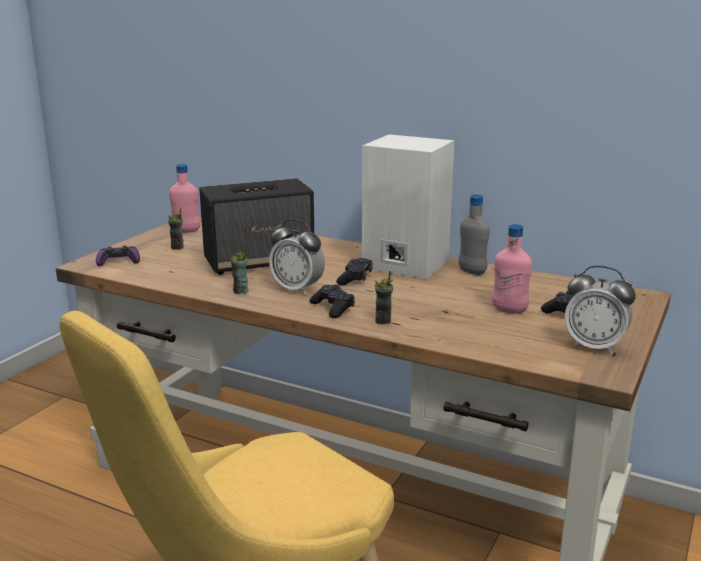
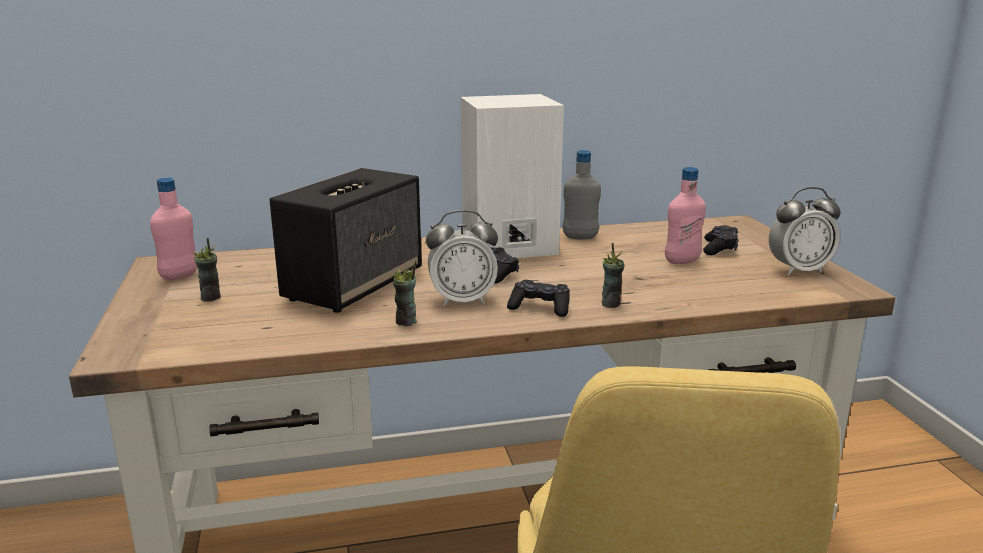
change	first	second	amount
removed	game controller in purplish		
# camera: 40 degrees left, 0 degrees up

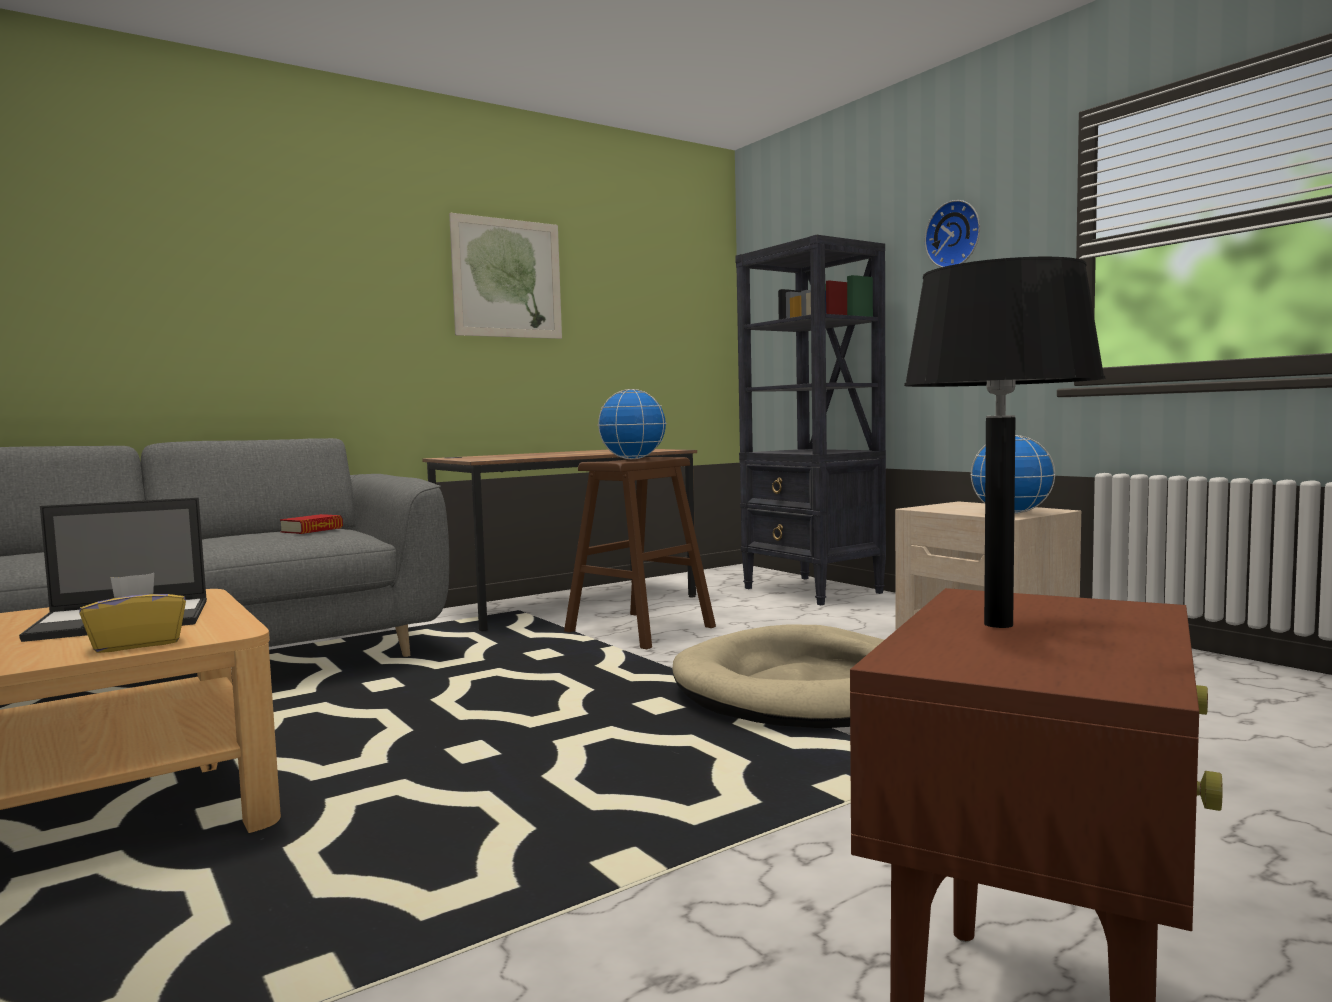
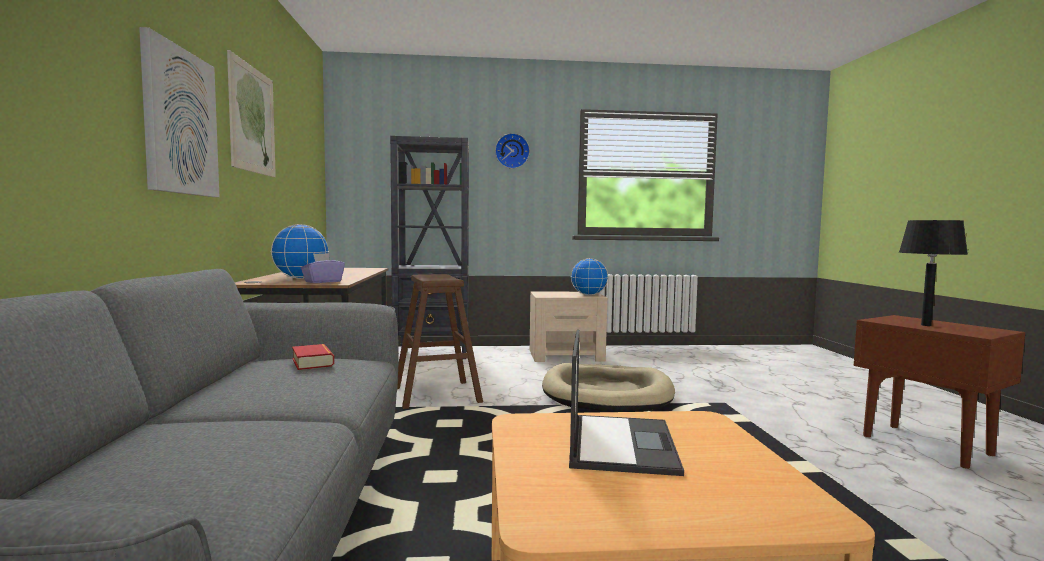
change	first	second	amount
added		picture (1st from left)	
moved	world globe (1st from left)		
added		box of tissues in purplish	
removed	box of tissues in yellowish		
# camera: 60 degrees left, 0 degrees up

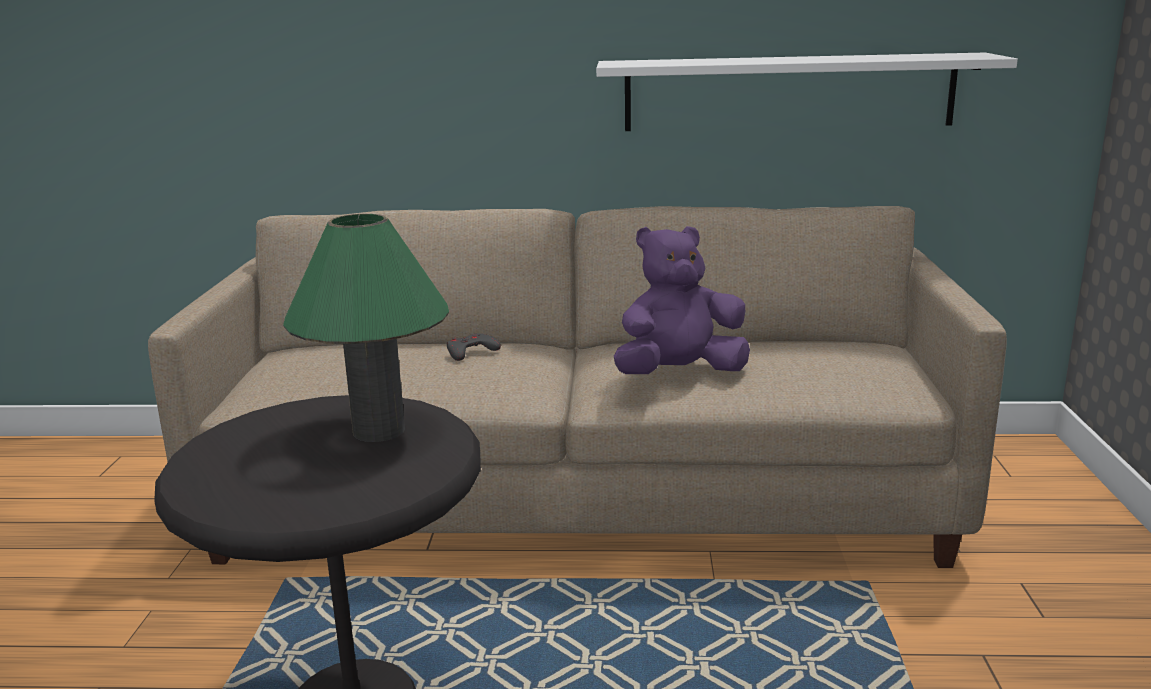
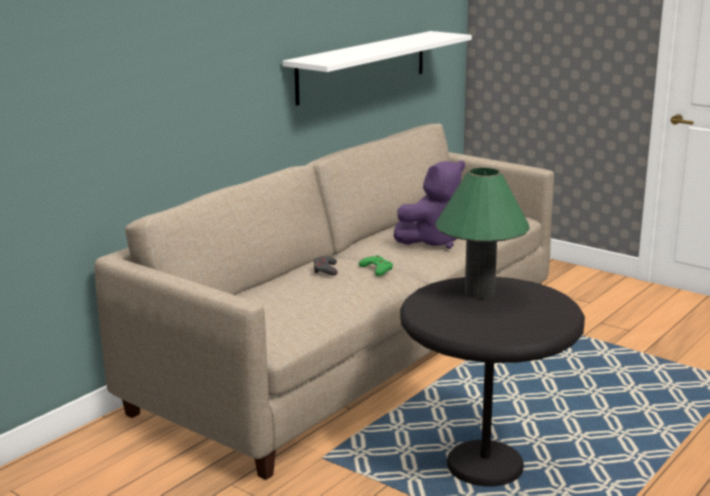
change	first	second	amount
added		game controller in green-coloured	
turned	soft toy in purplish		135 degrees counterclockwise
# camera: 55 degrees left, 0 degrees up

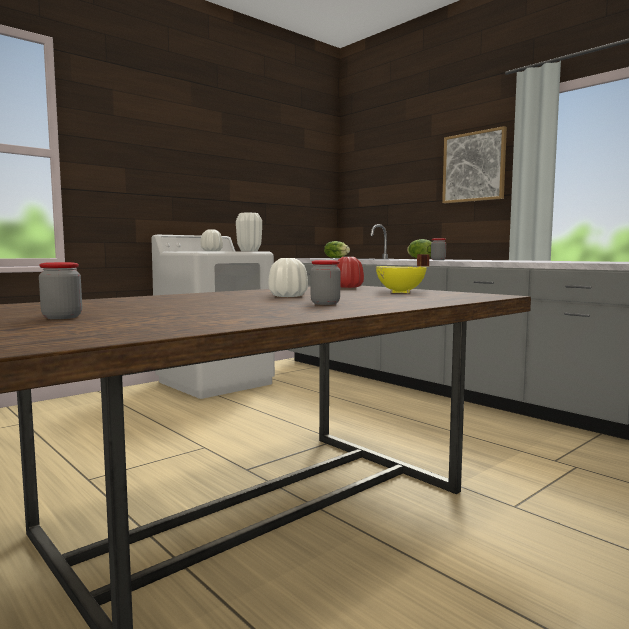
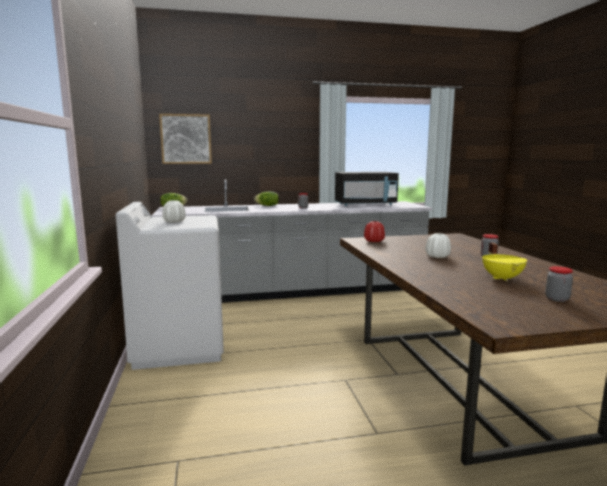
change	first	second	amount
moved	picture		
added		microwave oven in black-coloured	
moved	cooking pot in yellowish		
removed	flower vase in whitish (2nd from left)		
# camera: 60 degrees left, 5 degrees up

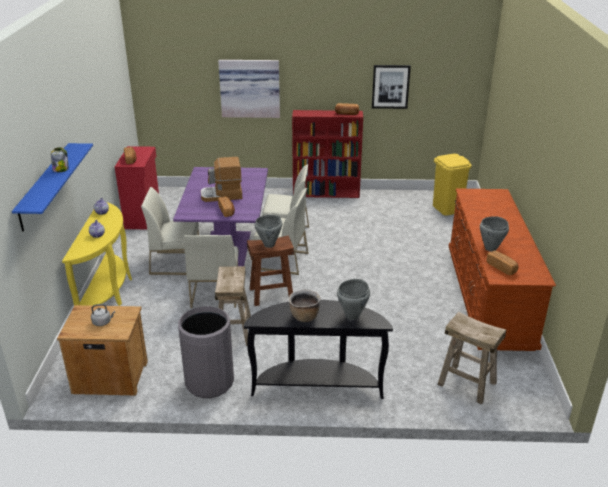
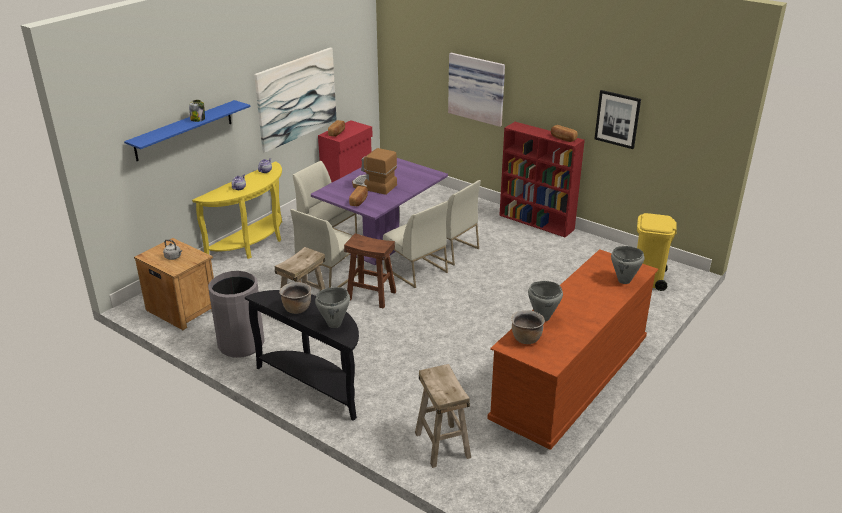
change	first	second	amount
added		picture (1st from left)	
replaced	bakery bread (4th from left)	cooking pot in brown (2nd from left)	
moved	cooking pot in greyish (1st from left in the first image)	cooking pot in greyish (3rd from left)	
# camera: 35 degrees right, 0 degrees up

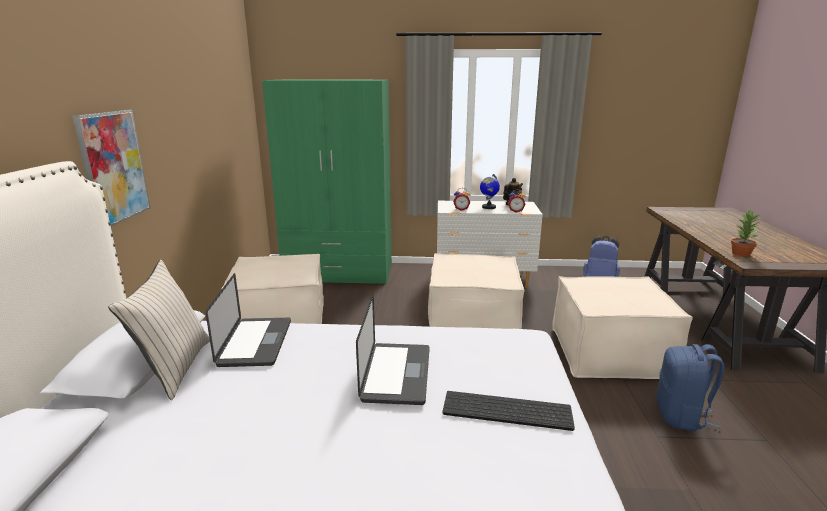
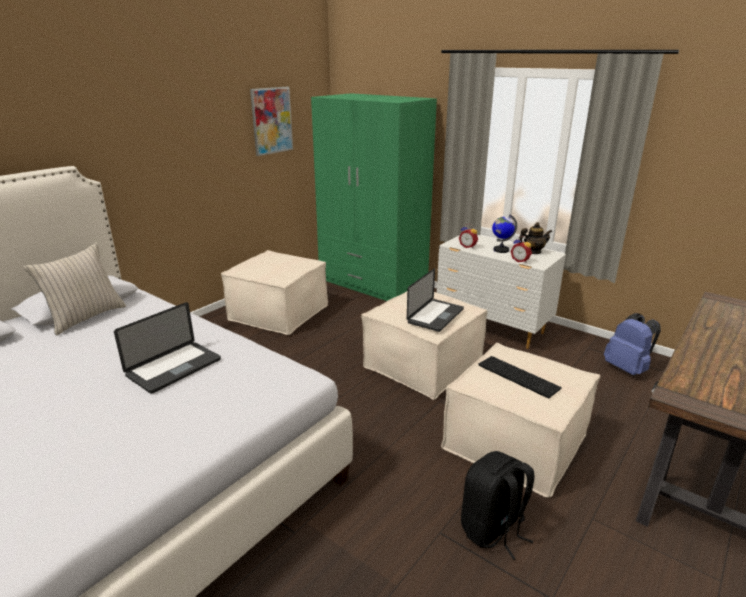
change	first	second	amount
moved	picture		
moved	laptop (1st from left in the first image)	laptop (2nd from left)	
recoloured	rucksack in blue (2nd from left)	rucksack in black-coloured	
moved	keyboard		
removed	houseplant		
# camera: 35 degrees right, 5 degrees up

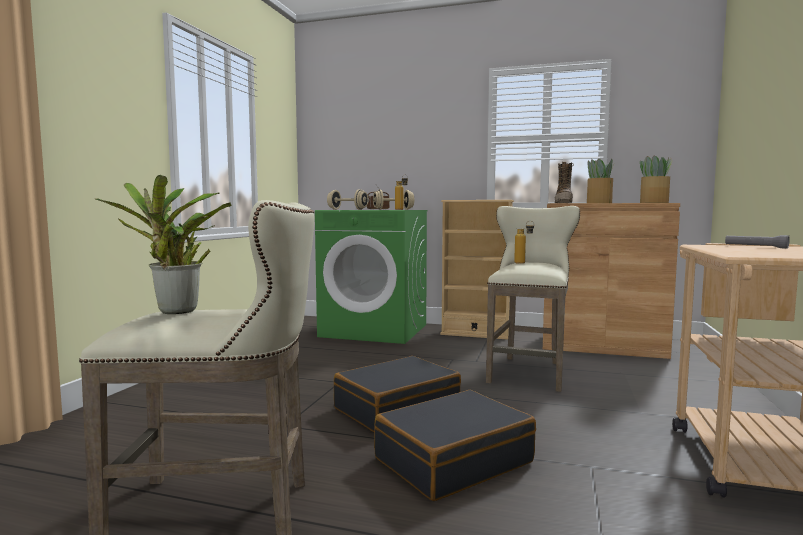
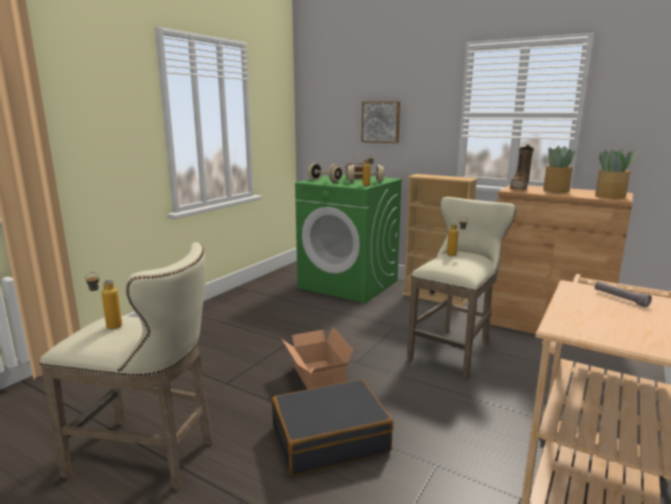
change	first	second	amount
replaced	houseplant (1st from left)	beverage bottle (1st from left)	
replaced	piece of luggage in black-coloured (1st from left)	carton	
added		picture	
# camera: 15 degrees right, 10 degrees up

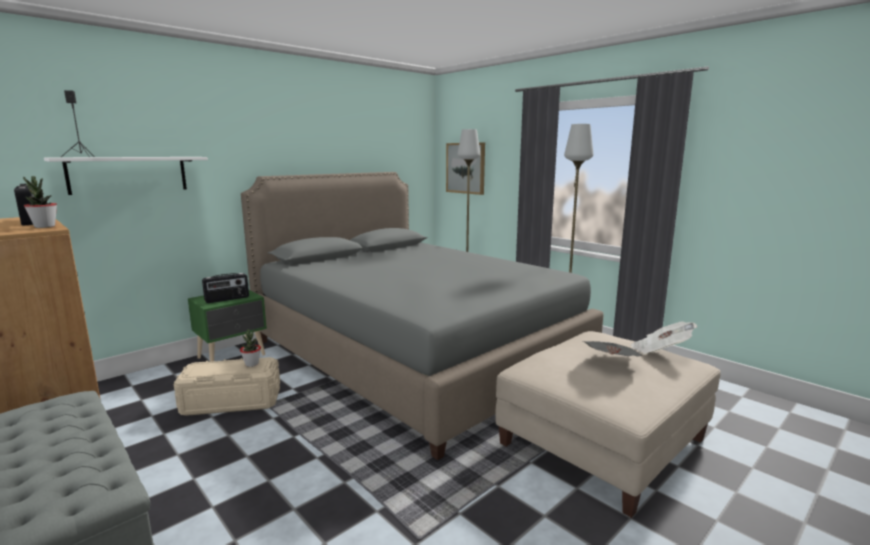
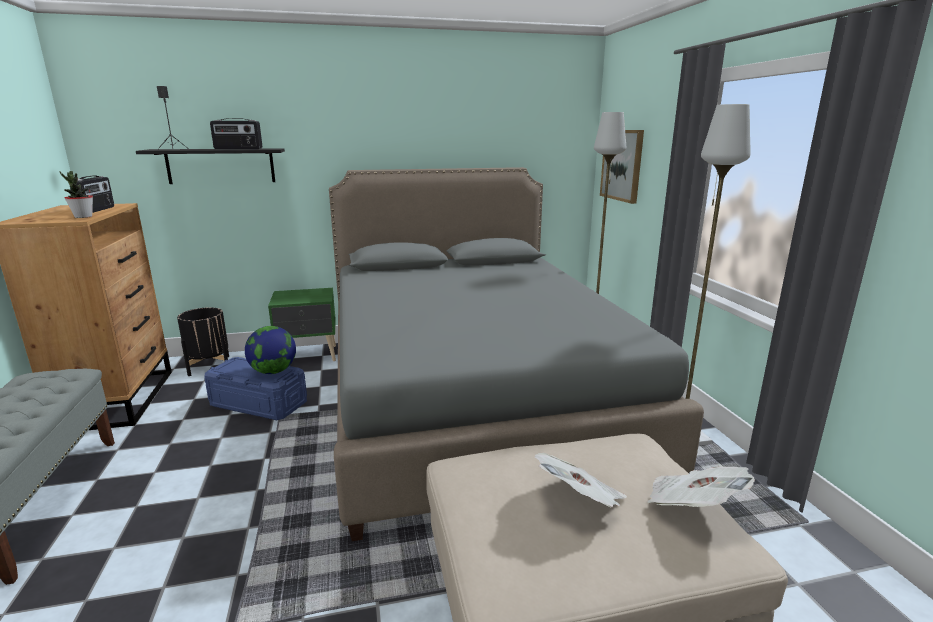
change	first	second	amount
recoloured	wall shelf in whitish	wall shelf in black-coloured	
added		planter in black-coloured	
recoloured	storage box in sand-coloured	storage box in blue	
moved	radio receiver (2nd from left)		
replaced	houseplant (2nd from left)	world globe	
# camera: 30 degrees right, 5 degrees up

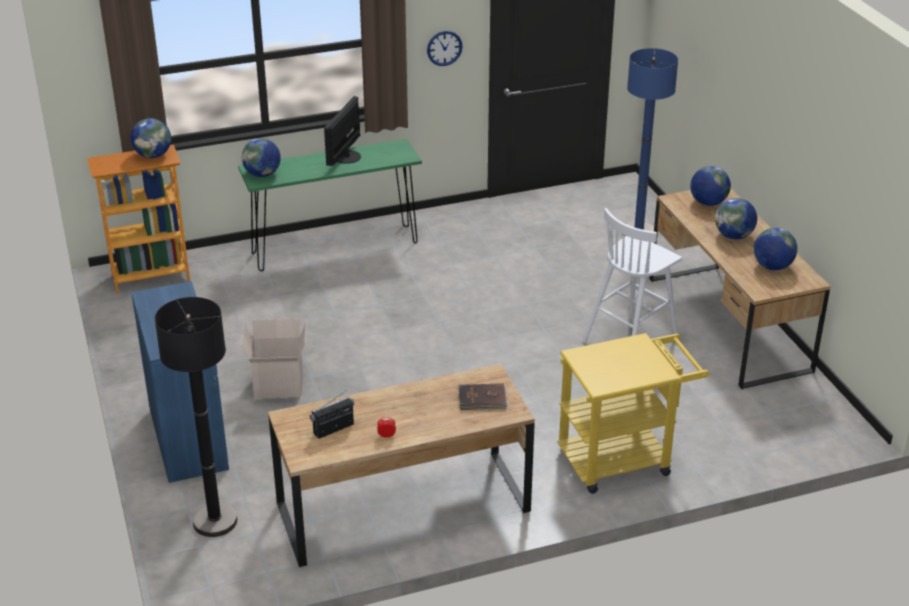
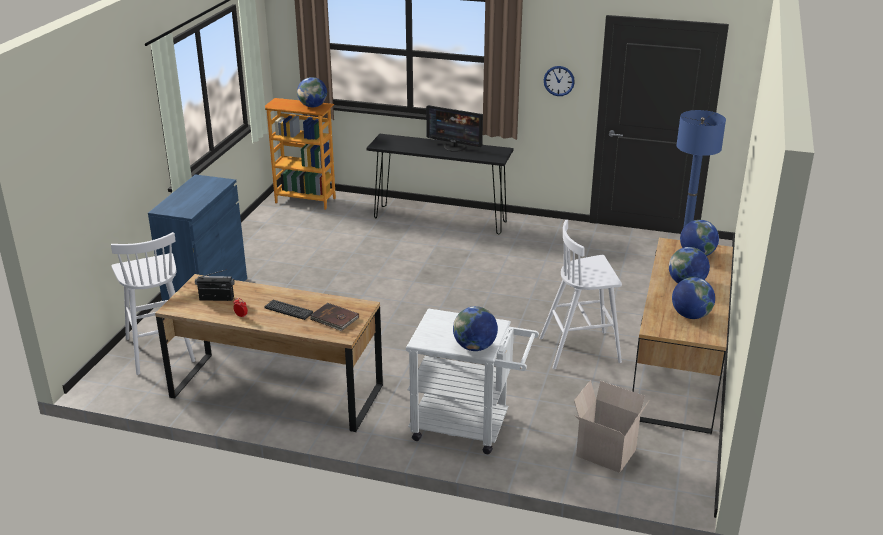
change	first	second	amount
replaced	standard lamp in black-coloured	sitting stool in whitish (1st from left)	
added		keyboard	
recoloured	hall table in green-coloured	hall table in black-coloured	
recoloured	cart in yellowish	cart in whitish	
turned	computer display		120 degrees counterclockwise
moved	world globe (2nd from left)		
moved	carton		
# camera: 35 degrees right, 5 degrees down

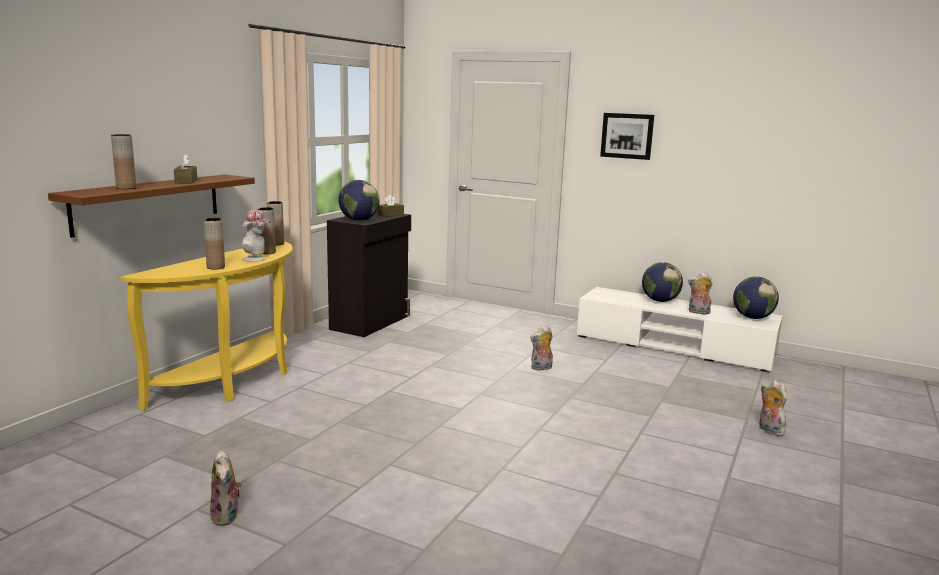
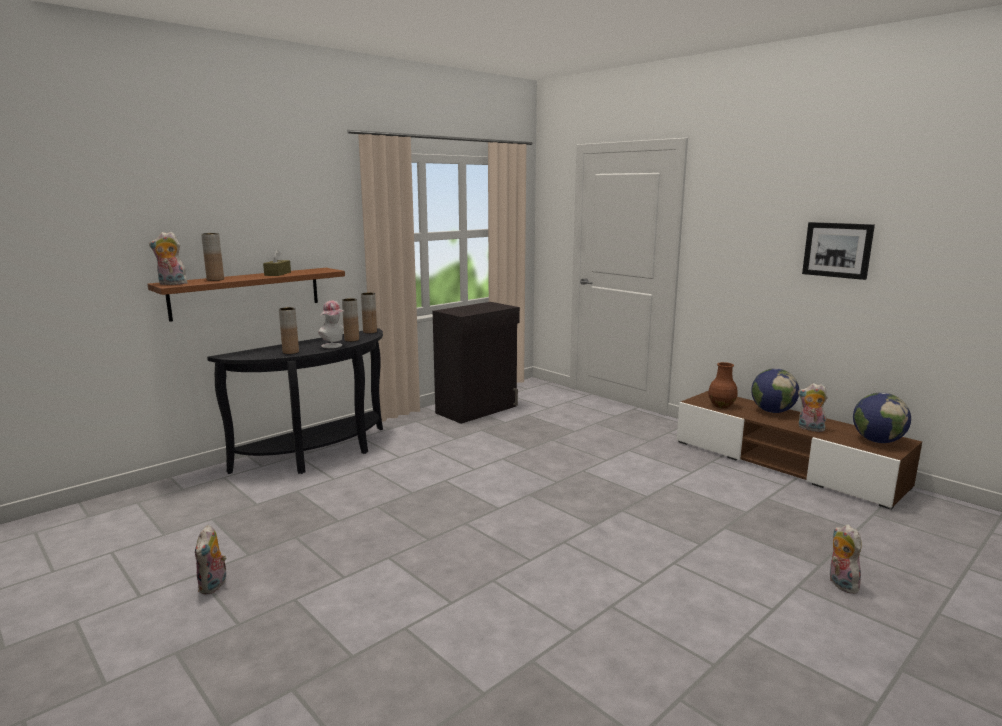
change	first	second	amount
moved	soft toy (2nd from left in the first image)	soft toy (1st from left)	
recoloured	hall table in yellowish	hall table in black-coloured	
recoloured	media console in whitish	media console in brown	
added		flower vase in brown (5th from left)	
moved	picture		
removed	world globe (1st from left)		
removed	box of tissues in brown (2nd from left)		
# camera: 20 degrees right, 0 degrees up

